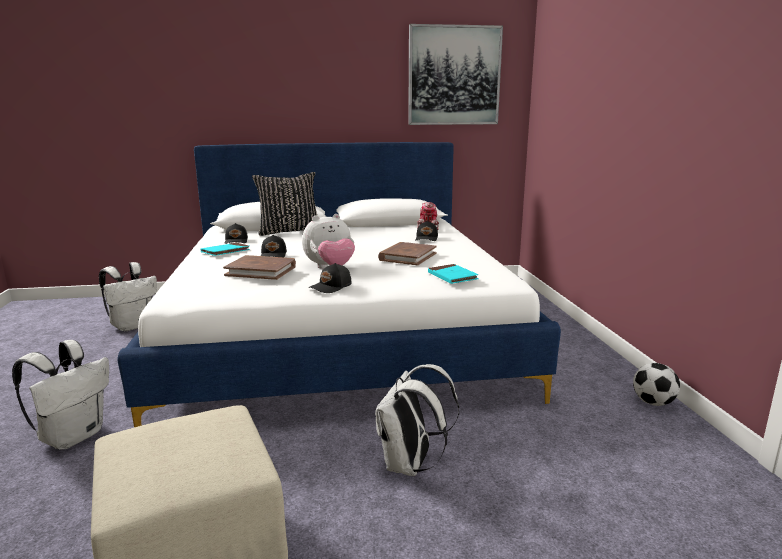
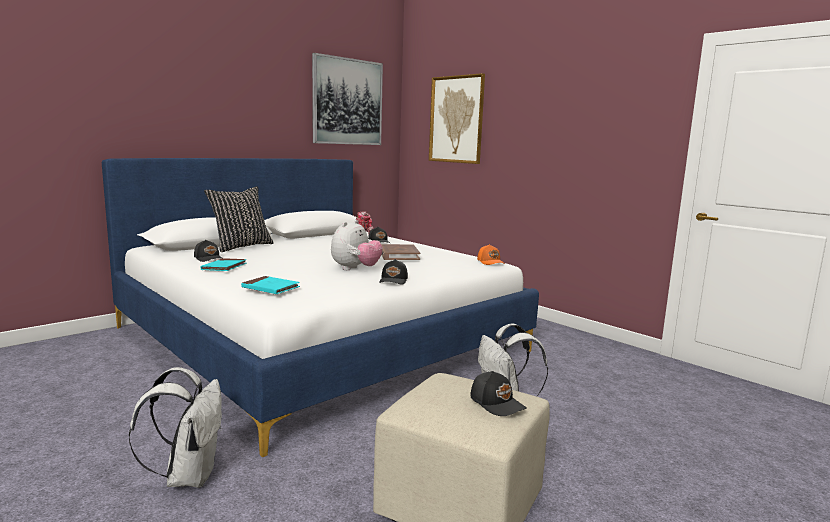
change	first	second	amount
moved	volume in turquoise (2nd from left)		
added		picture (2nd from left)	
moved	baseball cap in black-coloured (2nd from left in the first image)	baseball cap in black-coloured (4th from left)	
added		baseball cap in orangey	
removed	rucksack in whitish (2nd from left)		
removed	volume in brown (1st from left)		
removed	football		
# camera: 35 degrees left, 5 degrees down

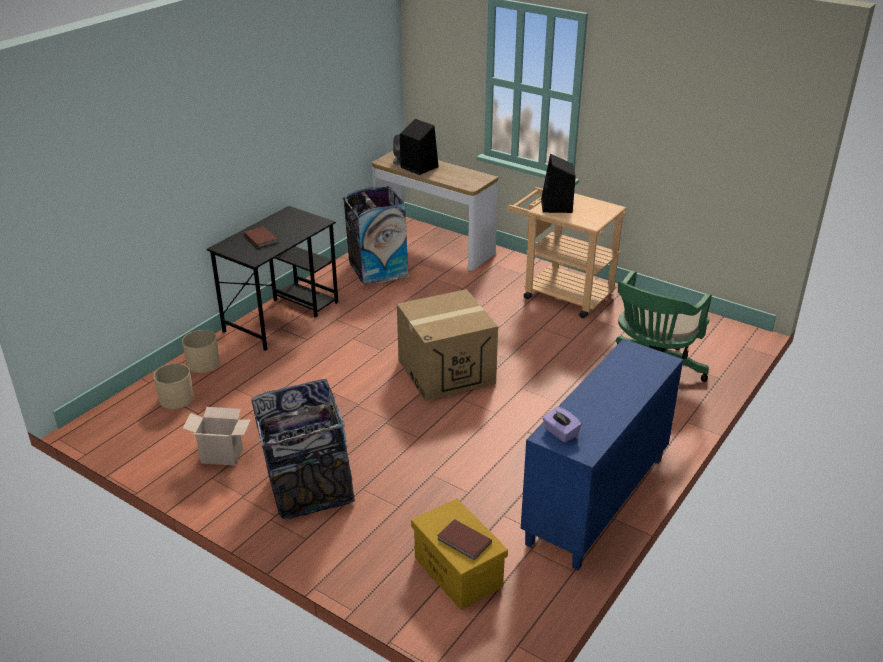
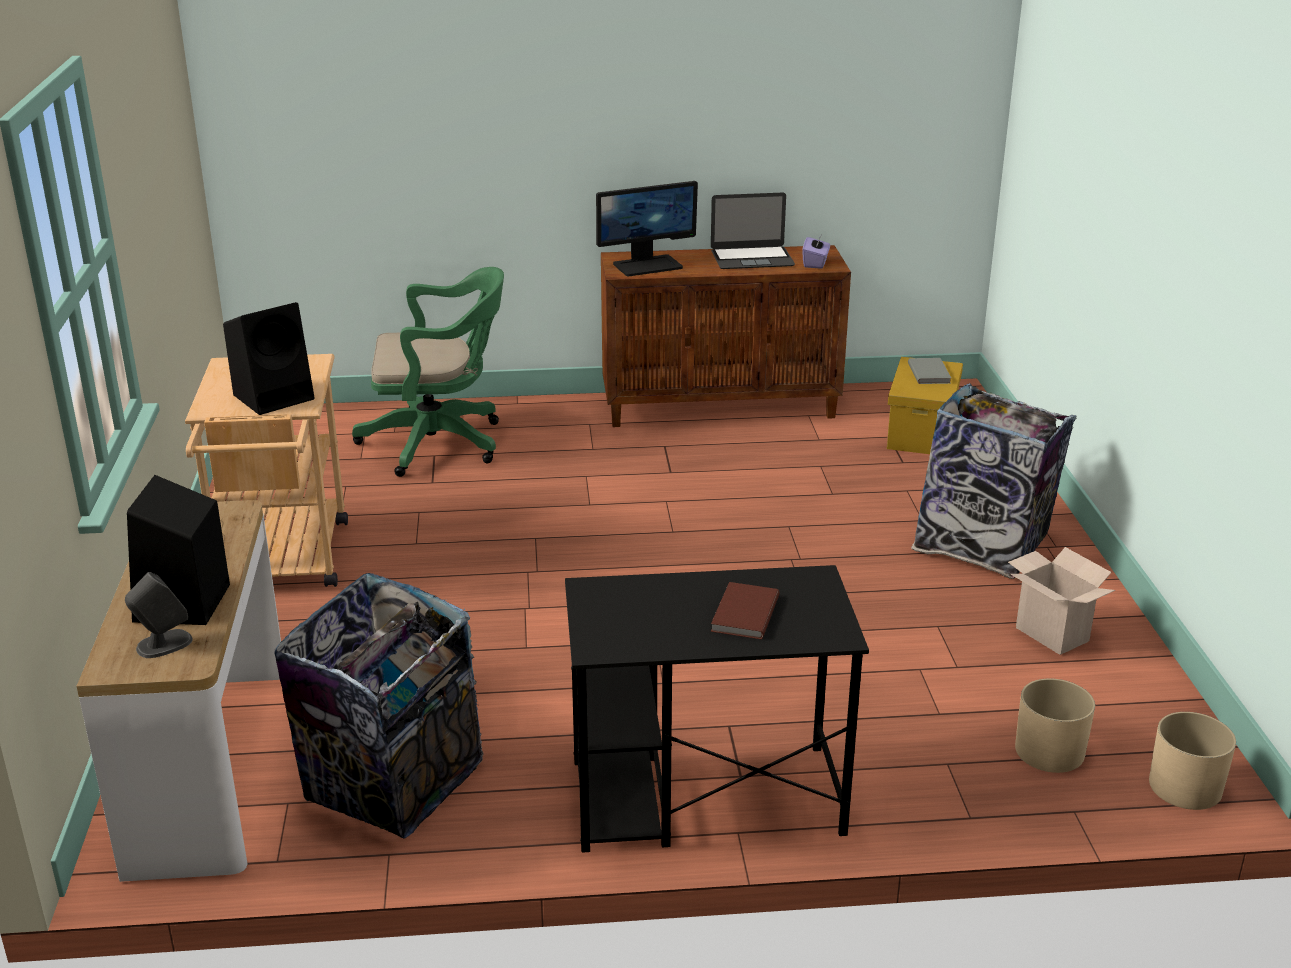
change	first	second	amount
added		computer display	
recoloured	cupboard in blue	cupboard in brown	
added		laptop	
recoloured	volume in brown (2nd from left)	volume in greyish	
moved	planter in sand-coloured (2nd from left)		
removed	carton (2nd from left)		
# camera: 130 degrees left, 5 degrees down

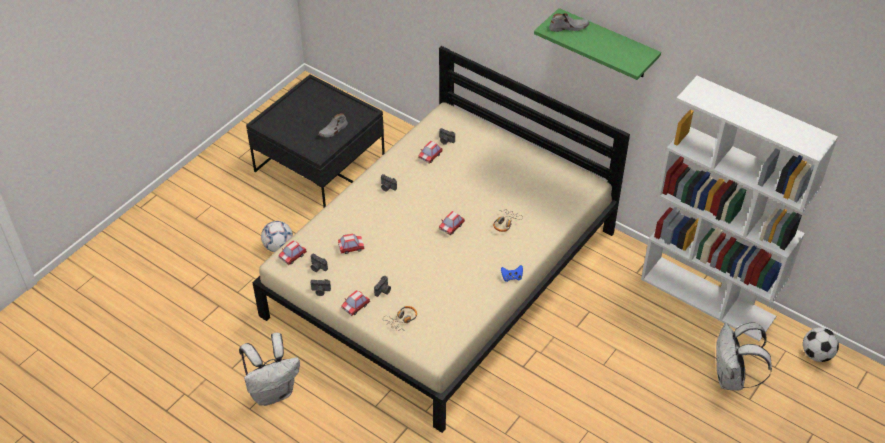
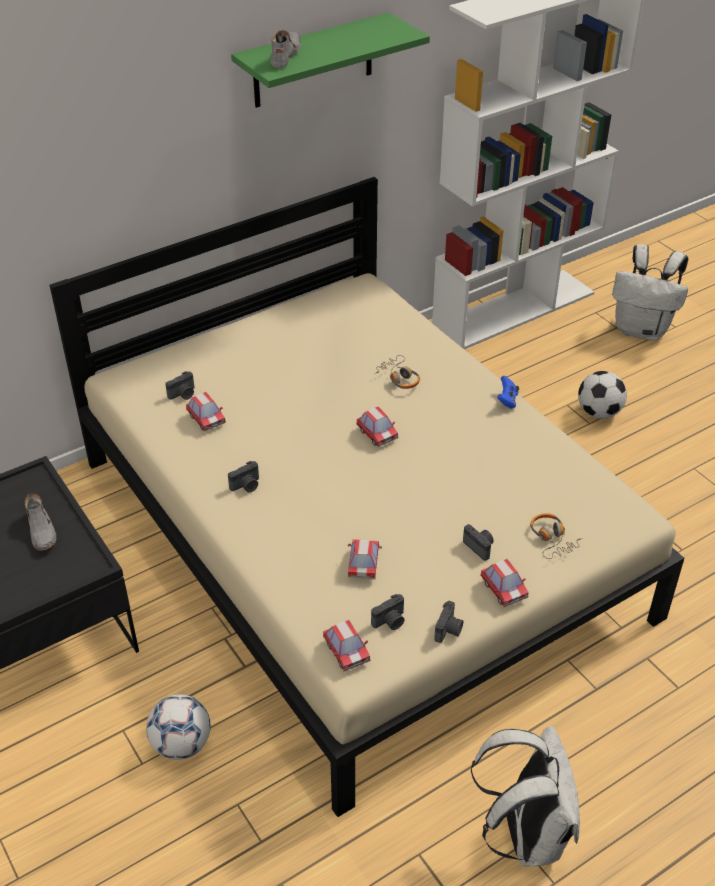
change	first	second	amount
moved	football (2nd from left)		
# camera: 70 degrees left, 5 degrees down

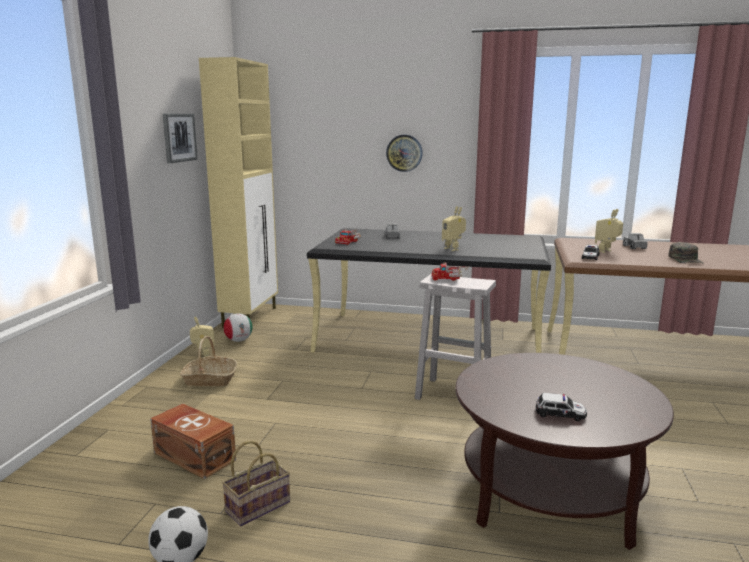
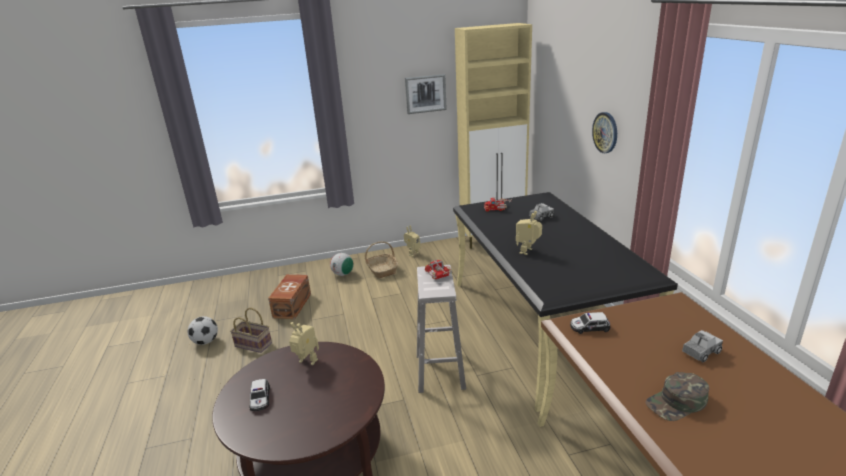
change	first	second	amount
moved	robot figure (3rd from left in the first image)	robot figure (1st from left)	
moved	football (2nd from left)		
# camera: 65 degrees right, 10 degrees up

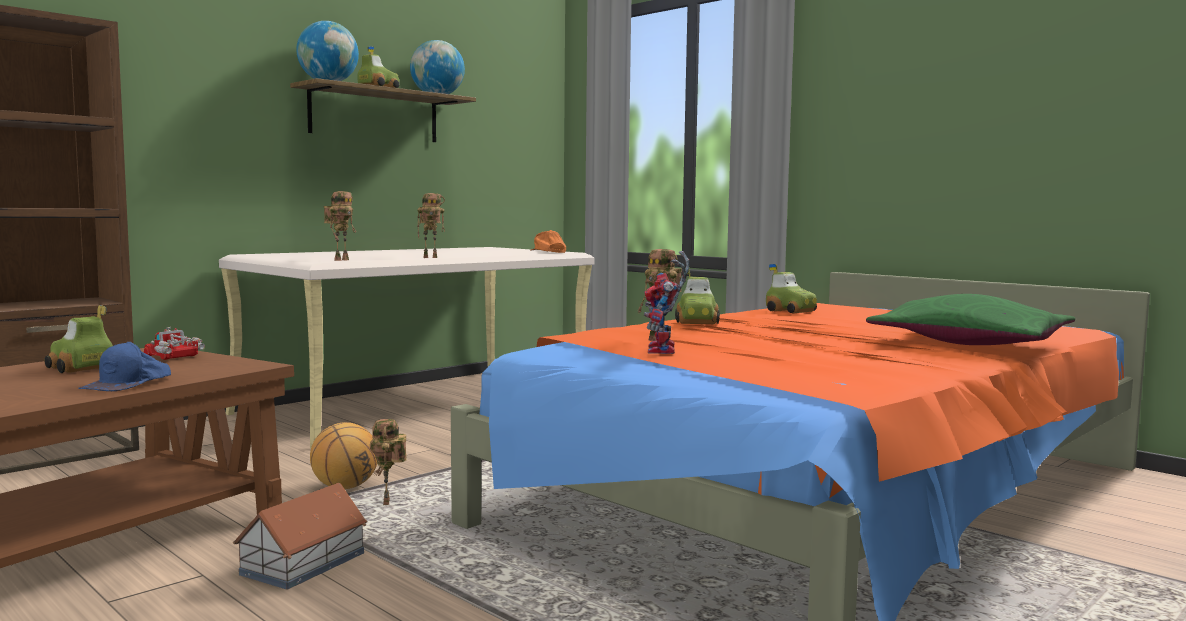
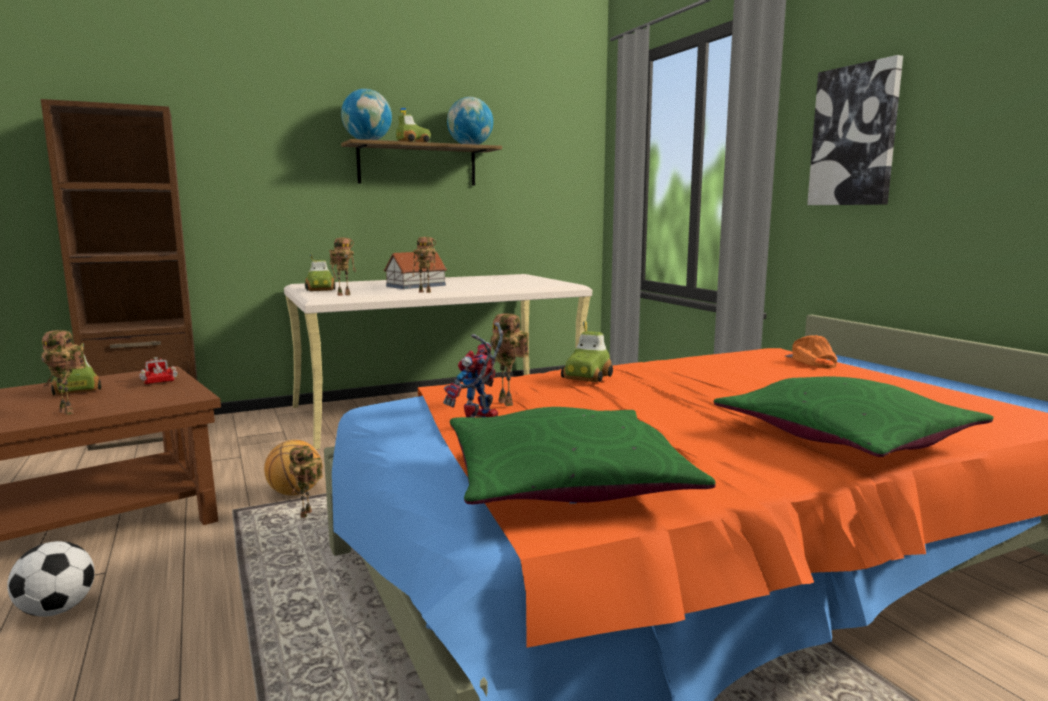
change	first	second	amount
added		football	
replaced	baseball cap in blue	robot figure (1st from left)	
moved	model car (4th from left in the first image)	model car (2nd from left)	
moved	miniature house		
added		cushion in green-coloured (1st from left)	
moved	baseball cap in orangey		
added		picture	
# camera: 20 degrees right, 5 degrees up

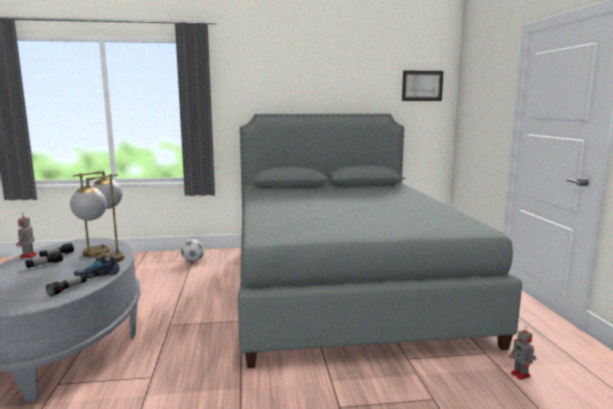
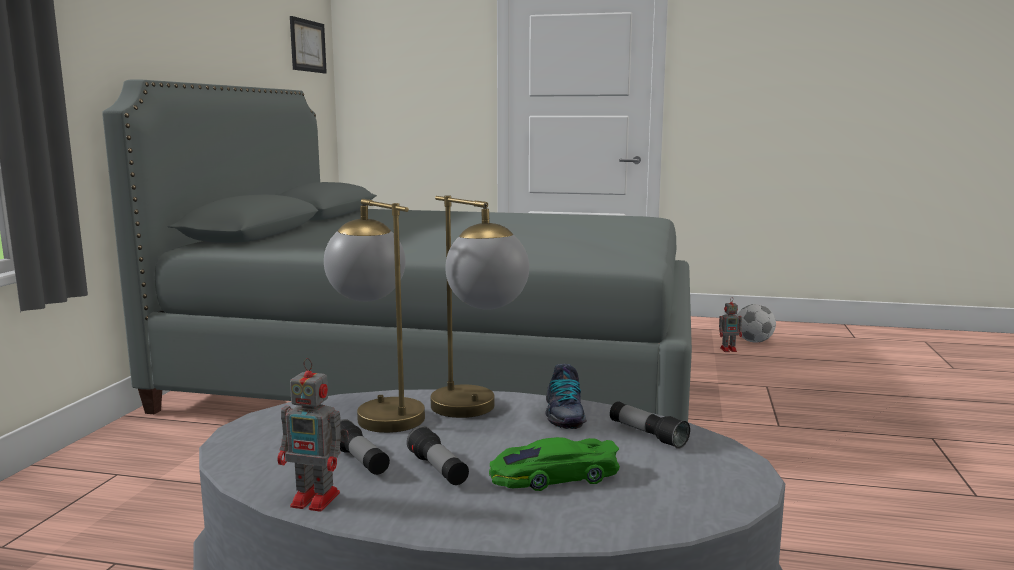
change	first	second	amount
added		model car in green-coloured	
moved	football		
# camera: 70 degrees left, 0 degrees up

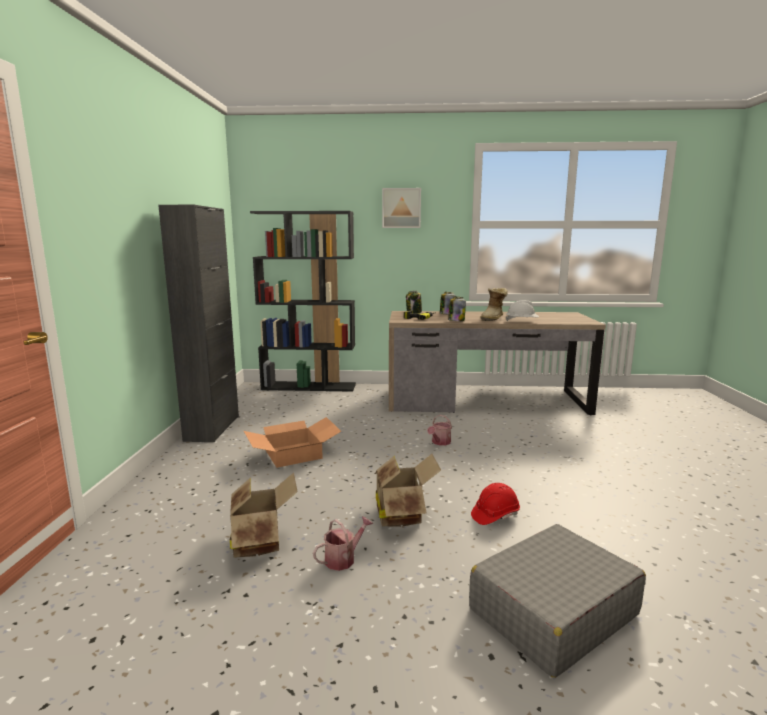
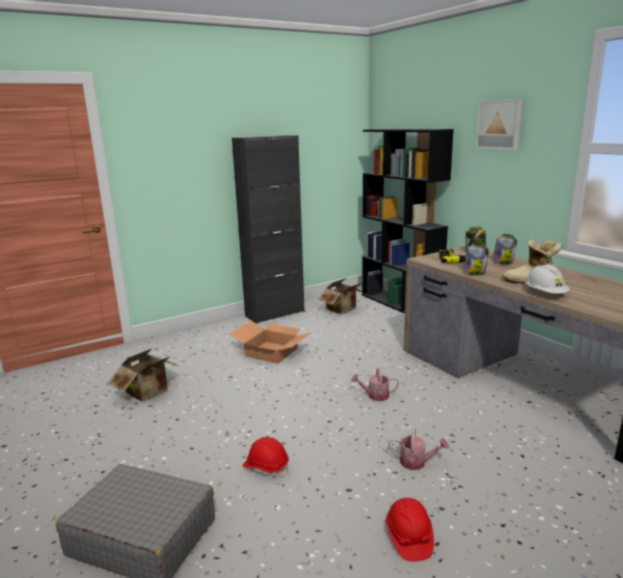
change	first	second	amount
moved	carton (3rd from left)		
added		work helmet in reddish (2nd from left)	
moved	watering can (1st from left in the first image)	watering can (2nd from left)	
# camera: 55 degrees right, 5 degrees up

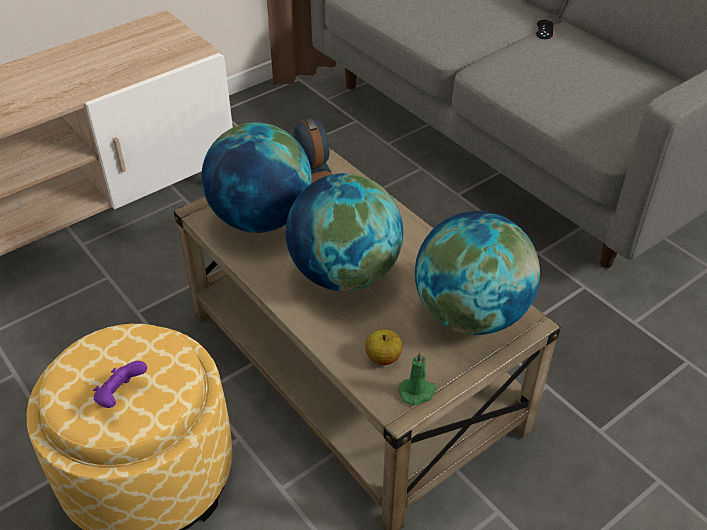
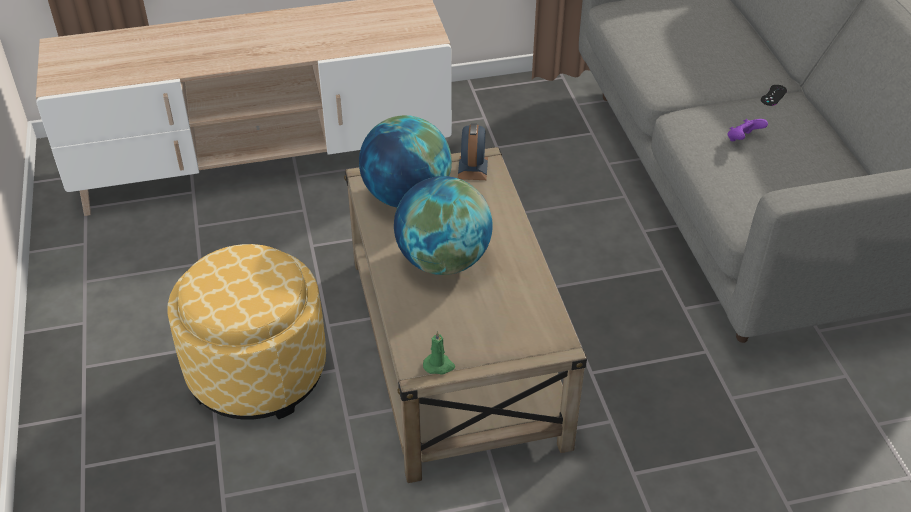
change	first	second	amount
moved	game controller in purplish		
removed	whole apple		
removed	world globe (3rd from left)		
# camera: 25 degrees right, 0 degrees up

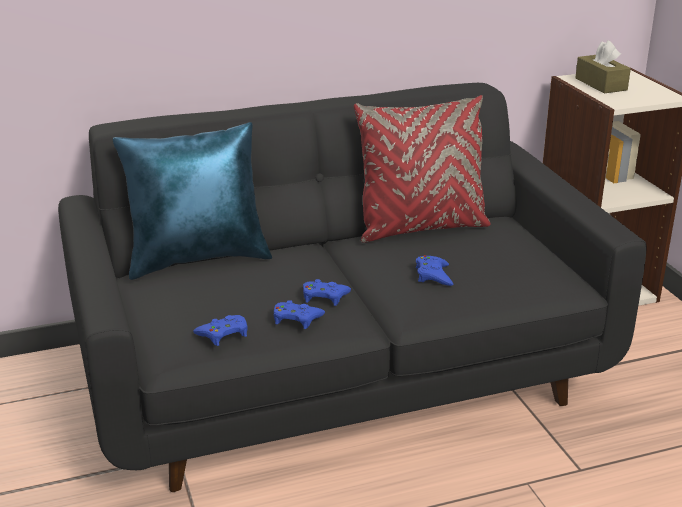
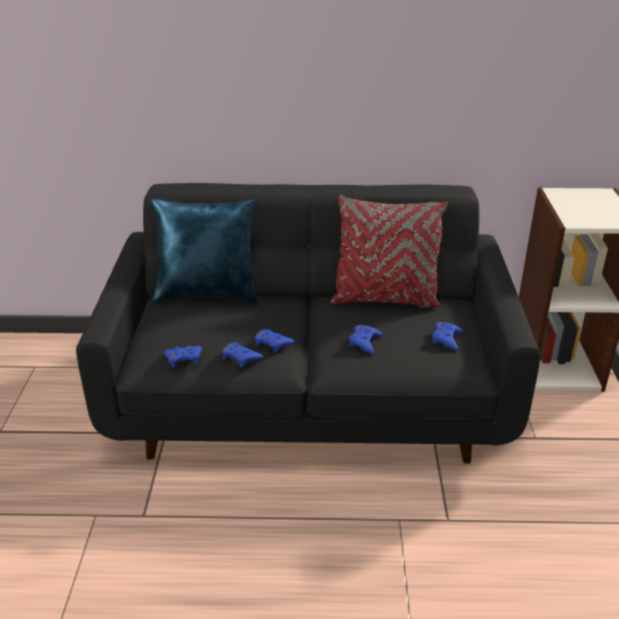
change	first	second	amount
added		game controller in blue (5th from left)	
removed	box of tissues in brown		
# camera: 20 degrees right, 5 degrees up

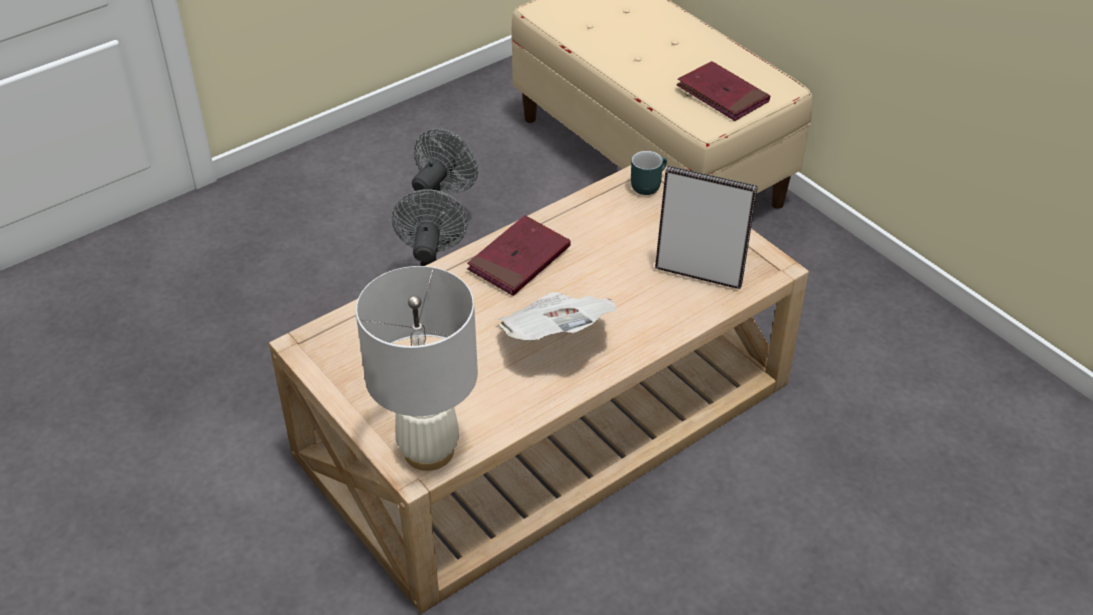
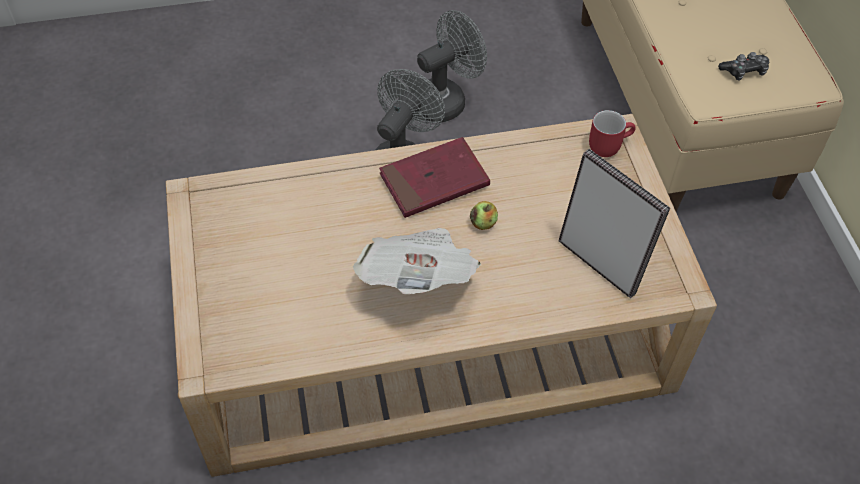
change	first	second	amount
added		whole apple	
recoloured	tea mug in turquoise	tea mug in reddish	
replaced	volume in reddish (2nd from left)	game controller	
removed	tabletop lamp in whitish		
# camera: 25 degrees right, 10 degrees up

